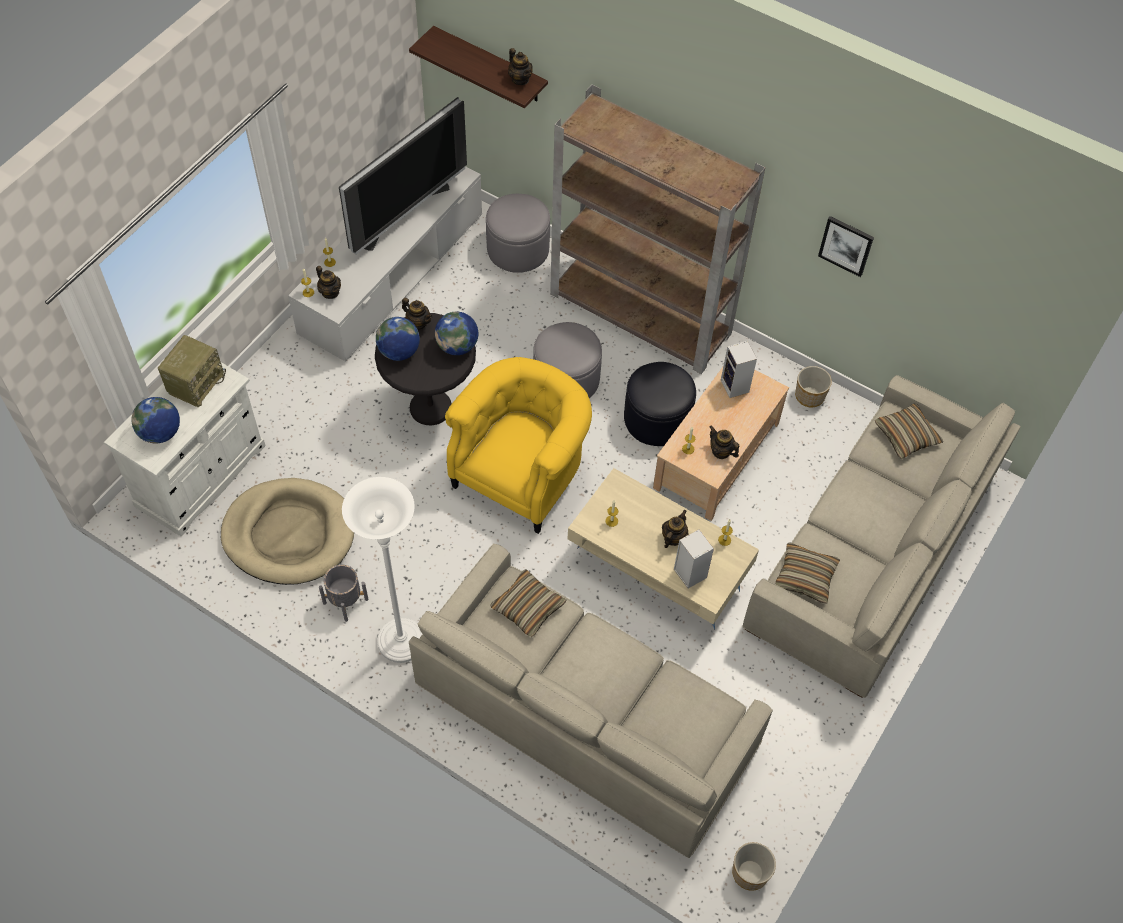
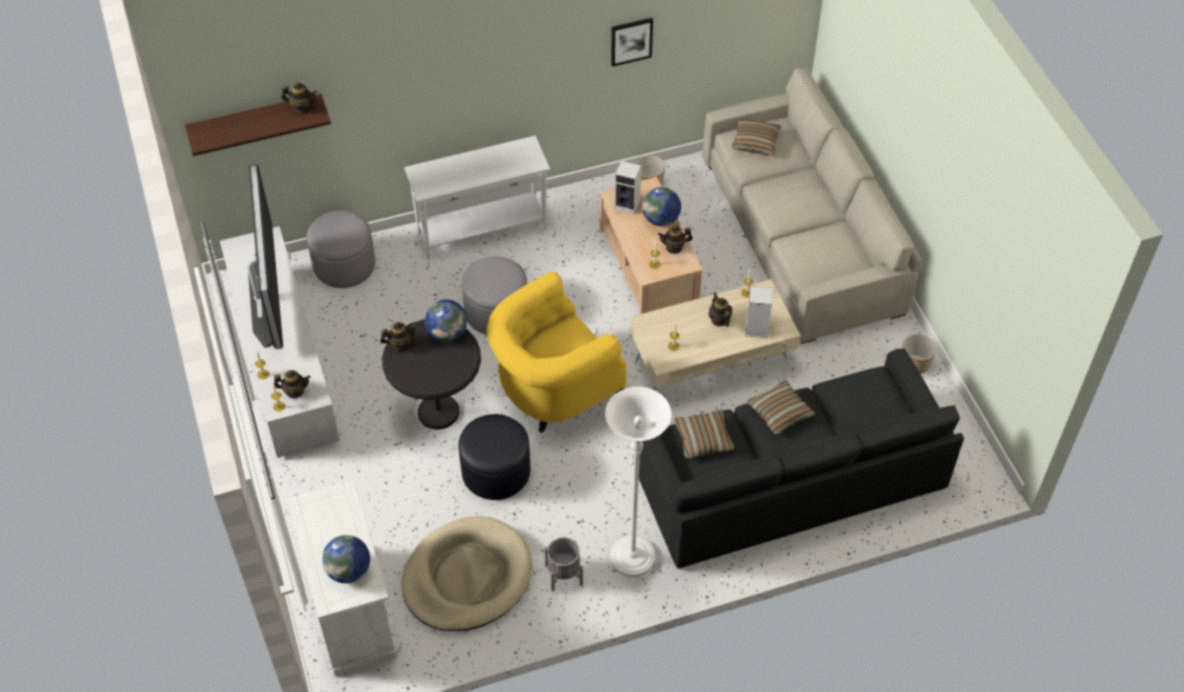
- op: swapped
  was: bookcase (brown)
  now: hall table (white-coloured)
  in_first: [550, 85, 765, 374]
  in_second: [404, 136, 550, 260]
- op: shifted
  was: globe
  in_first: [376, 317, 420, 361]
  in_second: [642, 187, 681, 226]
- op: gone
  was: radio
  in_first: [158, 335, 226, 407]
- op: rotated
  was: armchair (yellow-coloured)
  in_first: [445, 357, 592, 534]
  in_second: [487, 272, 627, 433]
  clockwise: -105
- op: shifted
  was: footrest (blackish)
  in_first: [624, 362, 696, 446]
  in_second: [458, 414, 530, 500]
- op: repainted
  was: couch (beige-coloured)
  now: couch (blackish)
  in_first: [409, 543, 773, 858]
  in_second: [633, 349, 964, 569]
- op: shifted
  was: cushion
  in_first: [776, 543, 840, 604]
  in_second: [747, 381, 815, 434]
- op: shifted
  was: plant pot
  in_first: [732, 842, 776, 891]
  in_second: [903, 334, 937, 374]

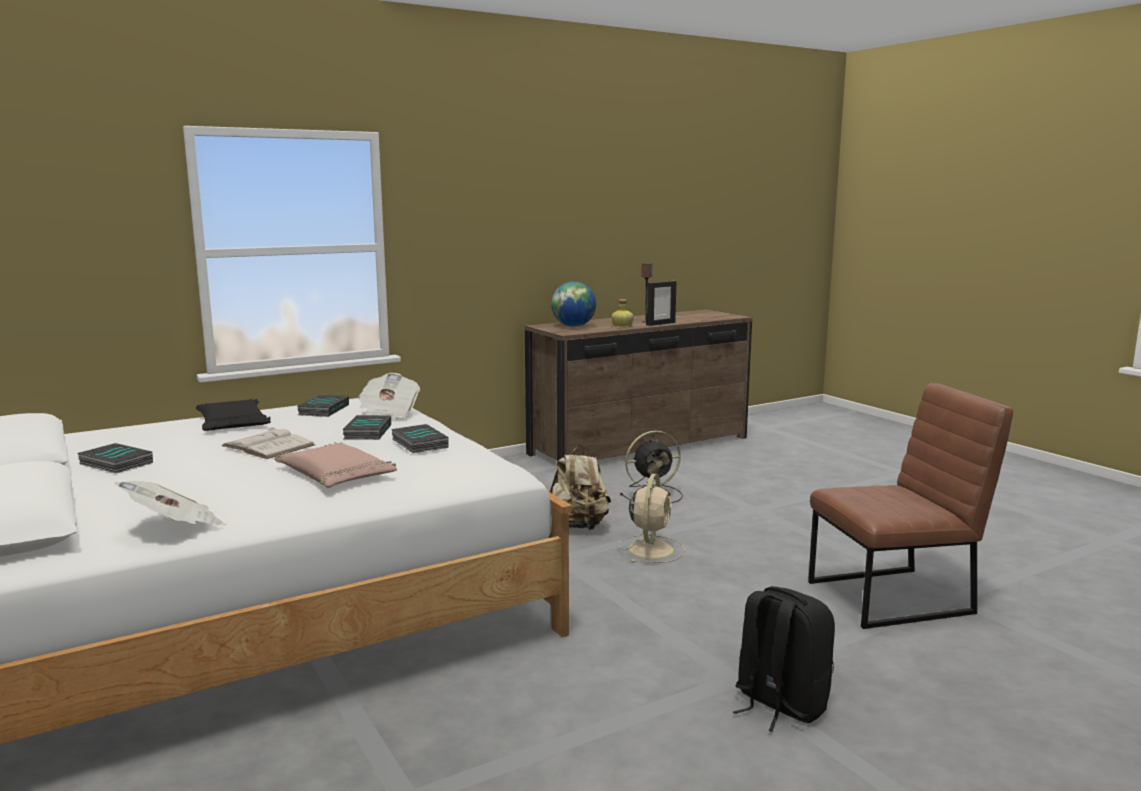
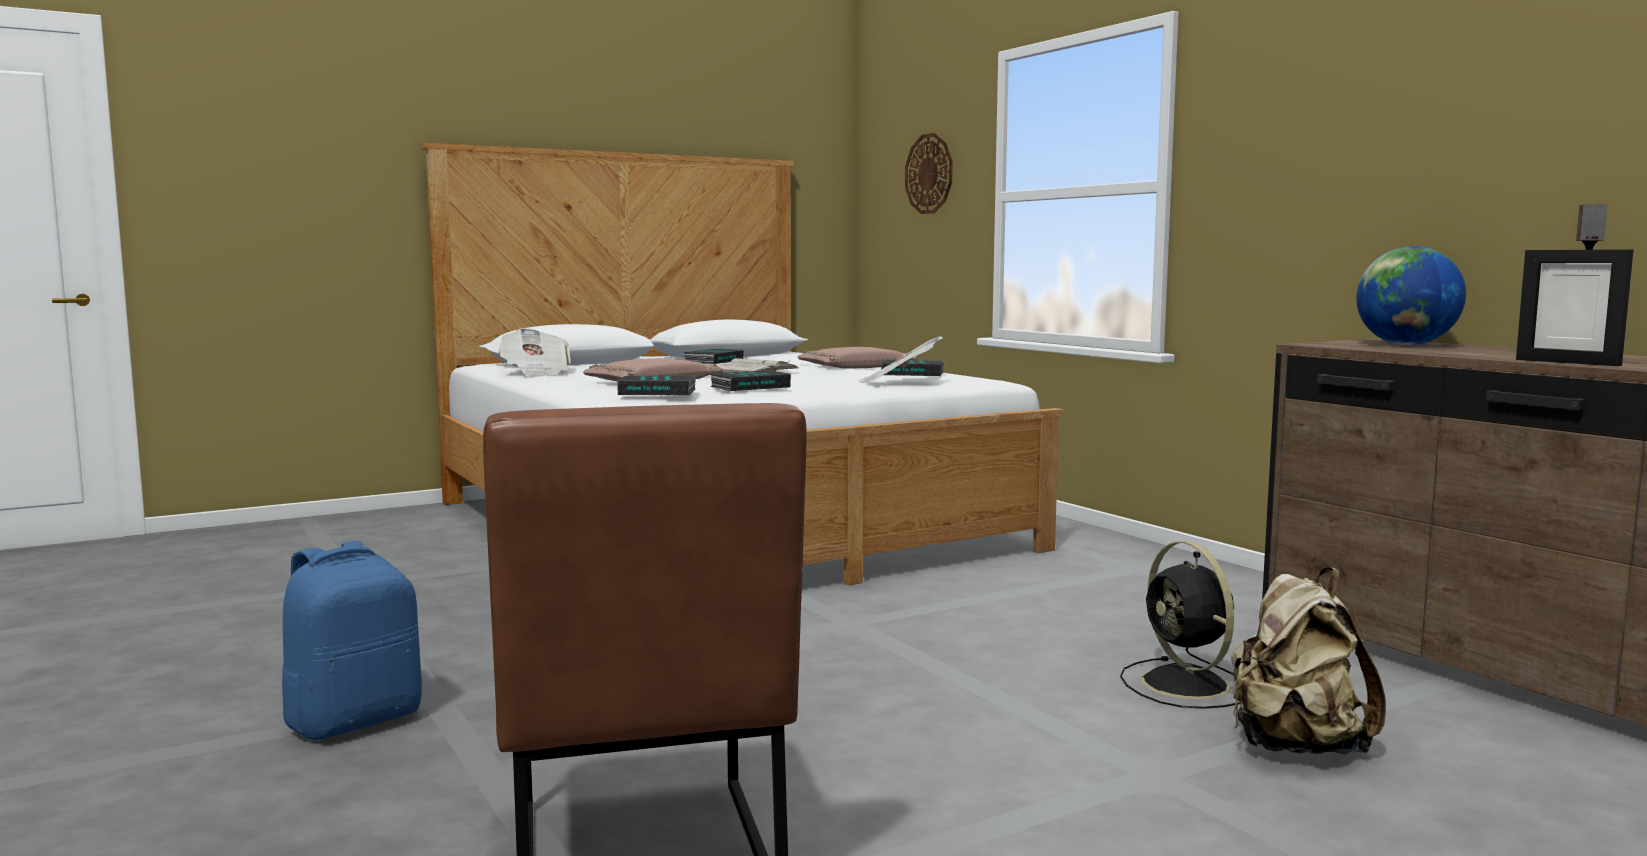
- op: gone
  was: drink bottle
  in_first: [611, 299, 634, 327]
- op: repainted
  was: cushion (blackish)
  now: cushion (beige-coloured)
  in_first: [196, 399, 271, 431]
  in_second: [797, 347, 917, 369]
- op: shifted
  was: bound book
  in_first: [342, 415, 391, 440]
  in_second: [617, 376, 697, 395]
- op: shifted
  was: rucksack (beige-coloured)
  in_first: [550, 445, 611, 530]
  in_second: [1231, 568, 1386, 754]
- op: gone
  was: cooling fan (beige-coloured)
  in_first: [618, 473, 685, 563]
- op: repainted
  was: rucksack (blackish)
  now: rucksack (blue)
  in_first: [733, 586, 835, 732]
  in_second: [282, 541, 422, 740]
- op: new
  now: clock on the wall
  in_second: [905, 133, 952, 214]

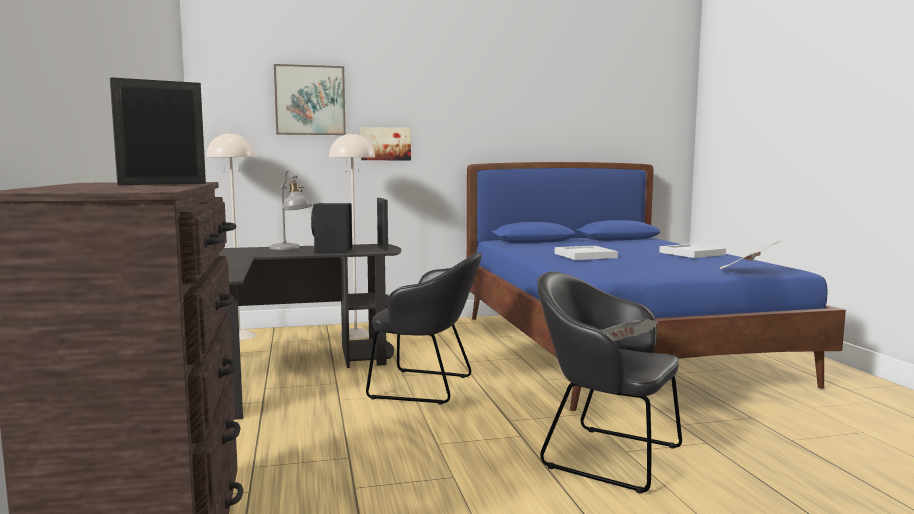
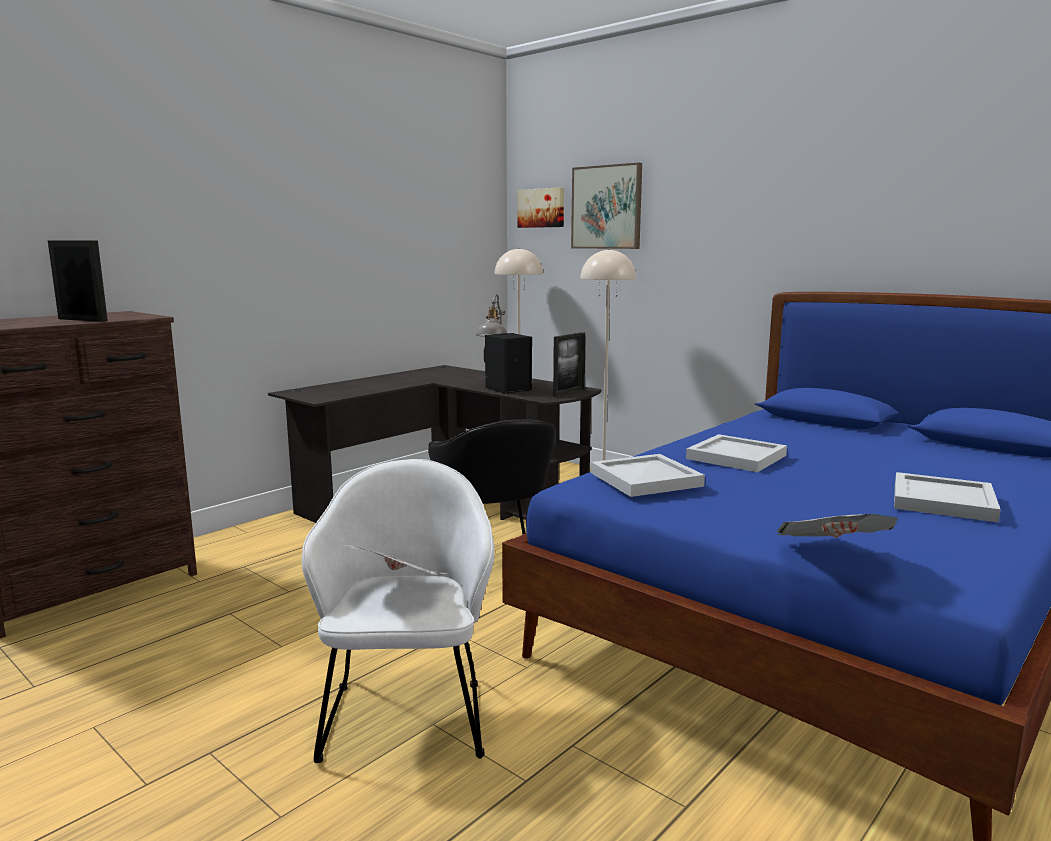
- op: shifted
  was: picture
  in_first: [361, 127, 411, 160]
  in_second: [518, 187, 564, 228]
- op: repainted
  was: armchair (blackish)
  now: armchair (white-coloured)
  in_first: [537, 271, 682, 494]
  in_second: [302, 459, 495, 763]
- op: new
  now: carrying tray (white-coloured)
  in_second: [591, 454, 705, 497]

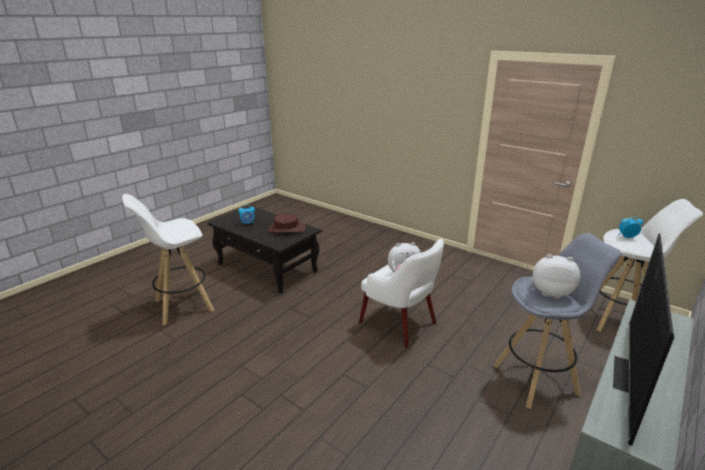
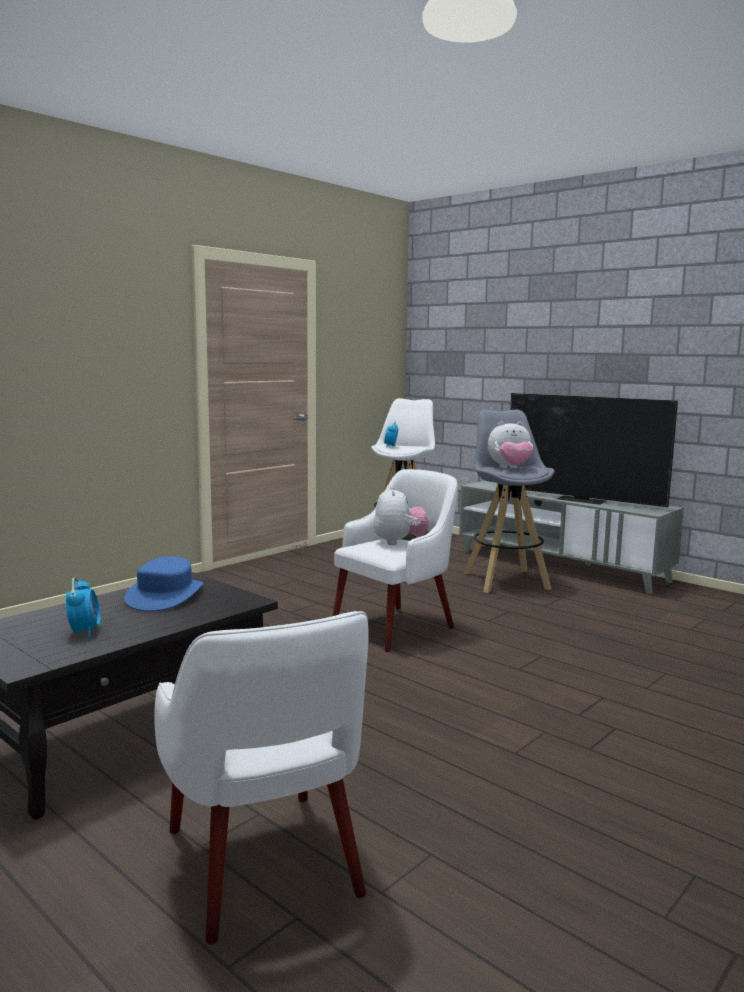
- op: swapped
  was: sitting stool (white-coloured)
  now: armchair (white-coloured)
  in_first: [122, 194, 214, 326]
  in_second: [154, 611, 369, 945]
- op: repainted
  was: hat (brown)
  now: hat (blue)
  in_first: [268, 214, 306, 233]
  in_second: [124, 556, 203, 611]
- op: rotated
  was: soft toy
  in_first: [533, 254, 580, 299]
  in_second: [488, 421, 533, 468]
  clockwise: -120

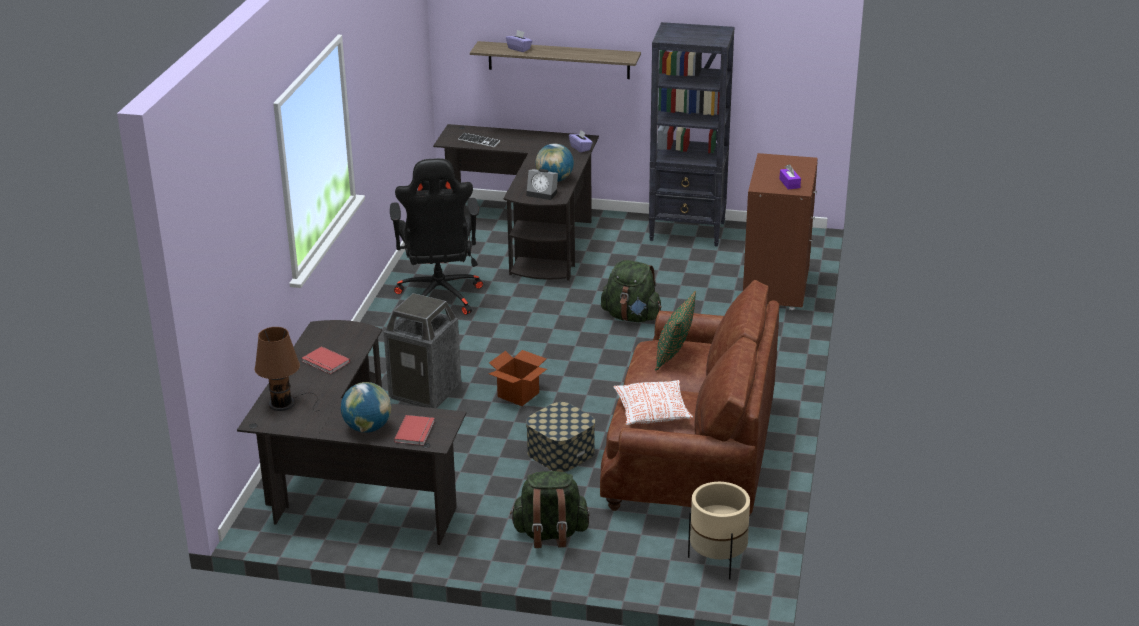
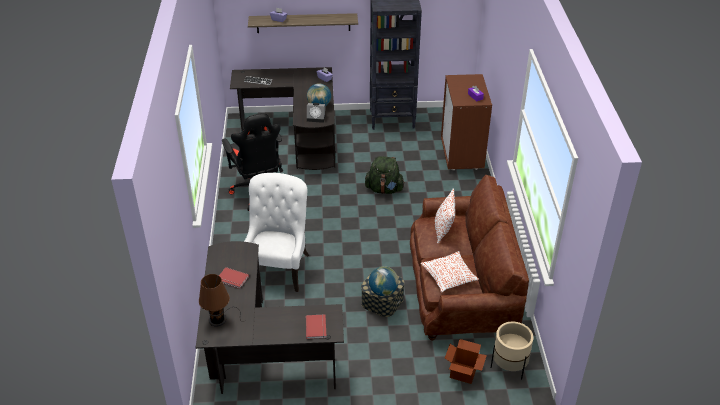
- op: repainted
  was: cushion (greenish)
  now: cushion (white-coloured)
  in_first: [655, 291, 696, 371]
  in_second: [435, 188, 455, 244]
- op: swapped
  was: waste bin
  now: plain chair (white-coloured)
  in_first: [384, 293, 461, 408]
  in_second: [244, 173, 309, 292]
- op: shifted
  was: cardboard box
  in_first: [489, 350, 547, 406]
  in_second: [445, 339, 487, 384]
- op: shifted
  was: globe
  in_first: [341, 382, 391, 433]
  in_second: [369, 266, 399, 296]
- op: gone
  was: rucksack (greenish)
  in_first: [510, 471, 589, 548]

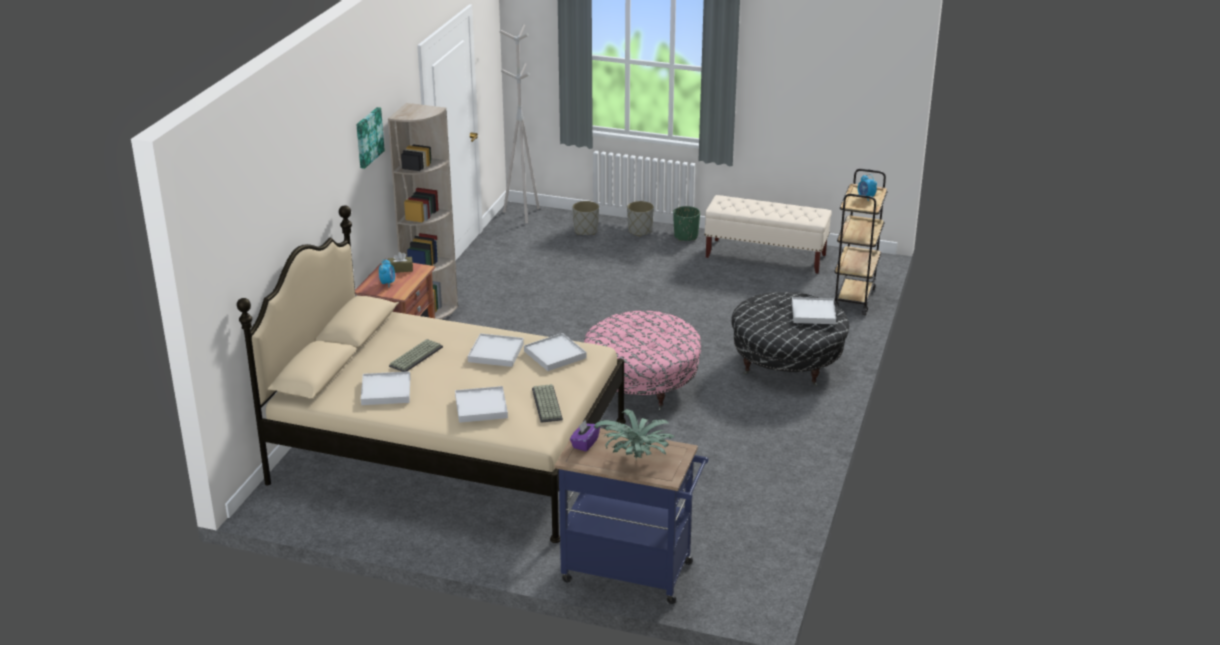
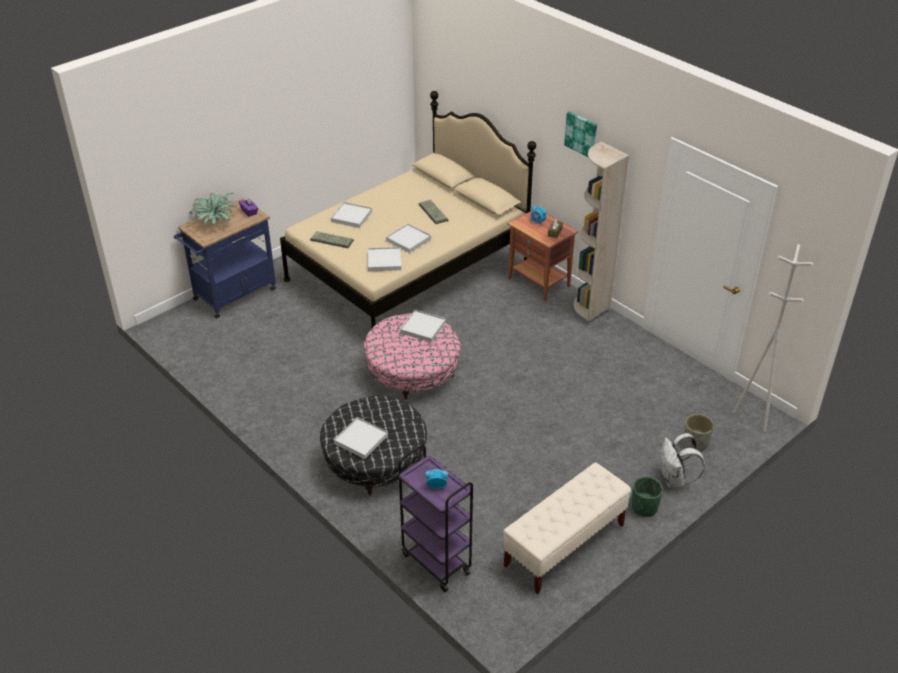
- op: repainted
  was: trolley (brown)
  now: trolley (purple)
  in_first: [834, 169, 888, 315]
  in_second: [398, 444, 473, 592]
- op: swapped
  was: plant pot (grey)
  now: rucksack (white-coloured)
  in_first: [627, 201, 654, 236]
  in_second: [660, 433, 705, 488]
- op: shifted
  was: carrying tray (white-coloured)
  in_first: [361, 371, 410, 405]
  in_second: [400, 310, 446, 342]

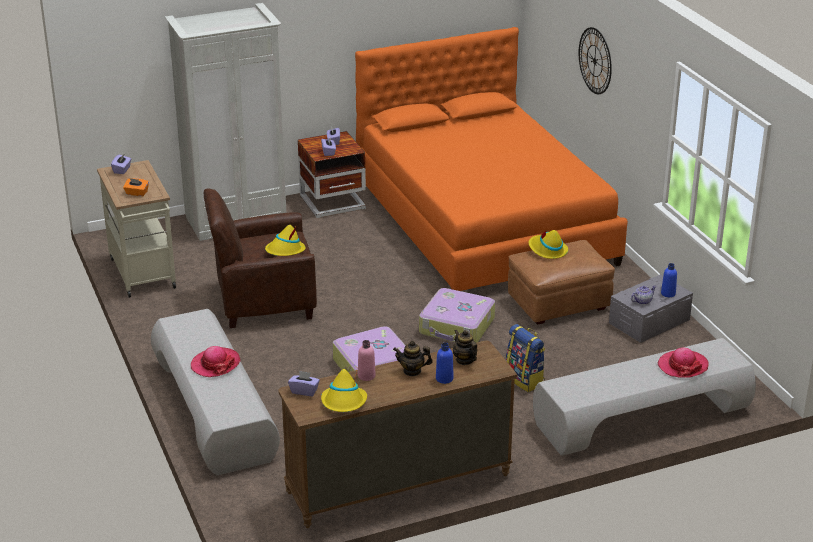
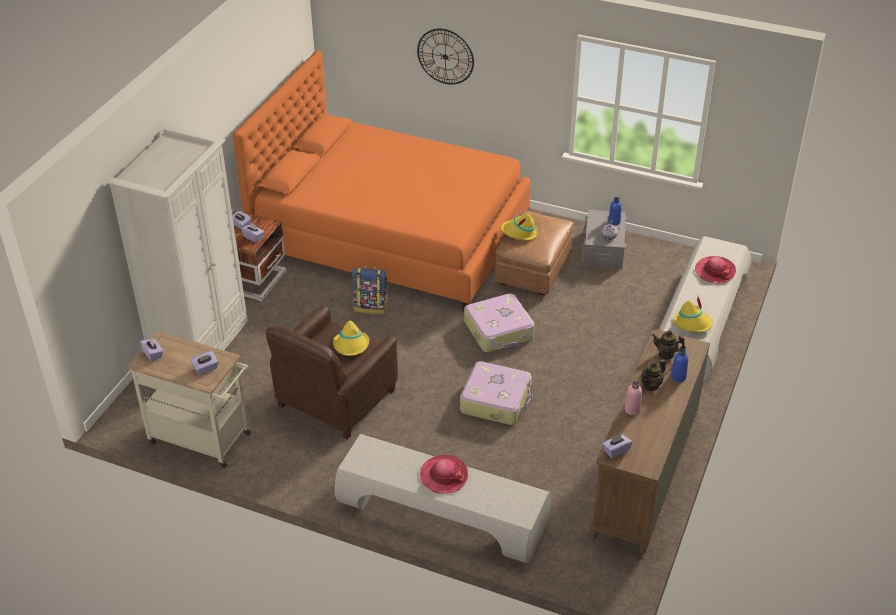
- op: repainted
  was: box of tissues (orange-coloured)
  now: box of tissues (purple)
  in_first: [123, 178, 149, 196]
  in_second: [190, 351, 218, 375]
- op: shifted
  was: rucksack
  in_first: [505, 324, 545, 392]
  in_second: [352, 266, 389, 314]
- op: shifted
  was: hat (yellow-coloured)
  in_first: [321, 369, 367, 412]
  in_second: [673, 294, 713, 332]

